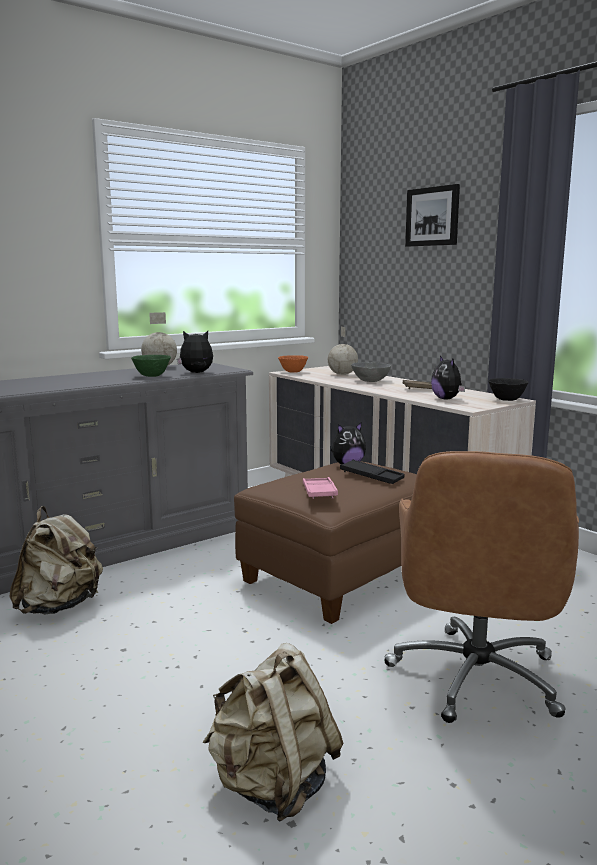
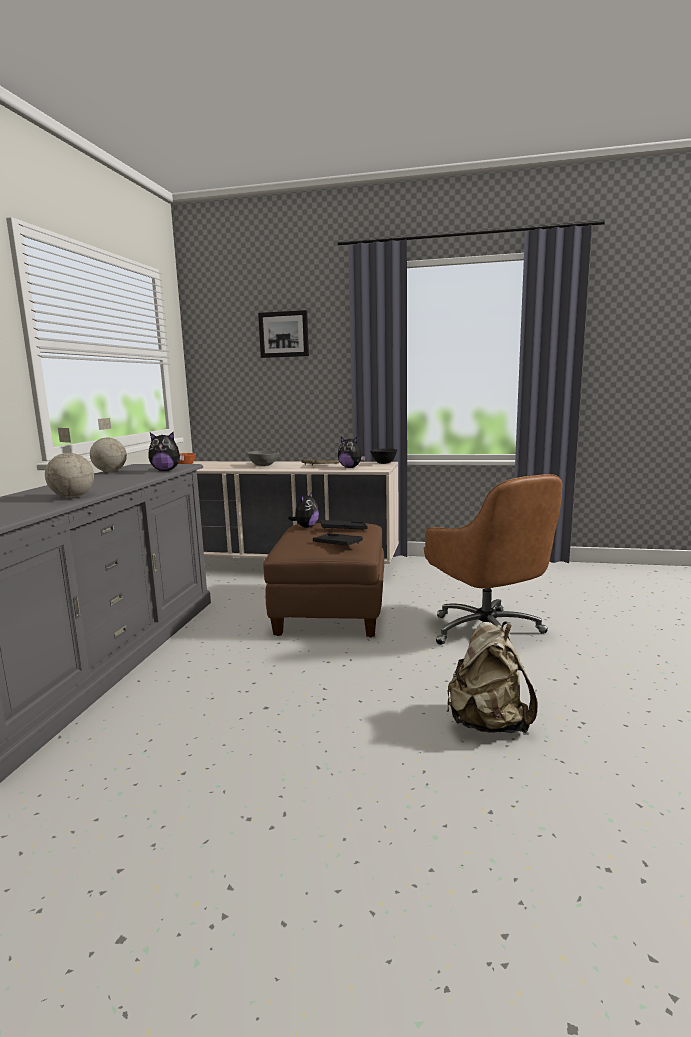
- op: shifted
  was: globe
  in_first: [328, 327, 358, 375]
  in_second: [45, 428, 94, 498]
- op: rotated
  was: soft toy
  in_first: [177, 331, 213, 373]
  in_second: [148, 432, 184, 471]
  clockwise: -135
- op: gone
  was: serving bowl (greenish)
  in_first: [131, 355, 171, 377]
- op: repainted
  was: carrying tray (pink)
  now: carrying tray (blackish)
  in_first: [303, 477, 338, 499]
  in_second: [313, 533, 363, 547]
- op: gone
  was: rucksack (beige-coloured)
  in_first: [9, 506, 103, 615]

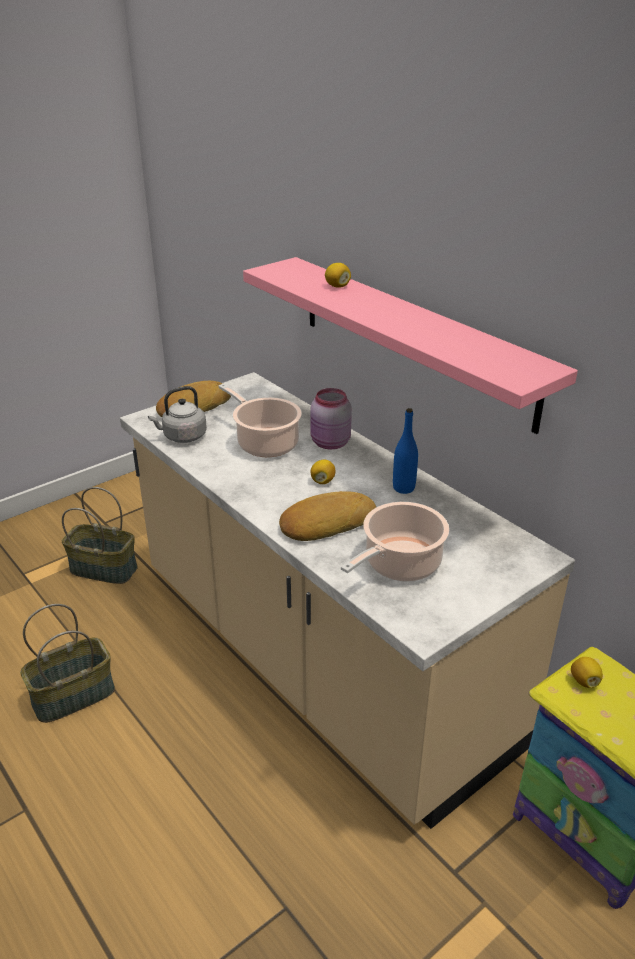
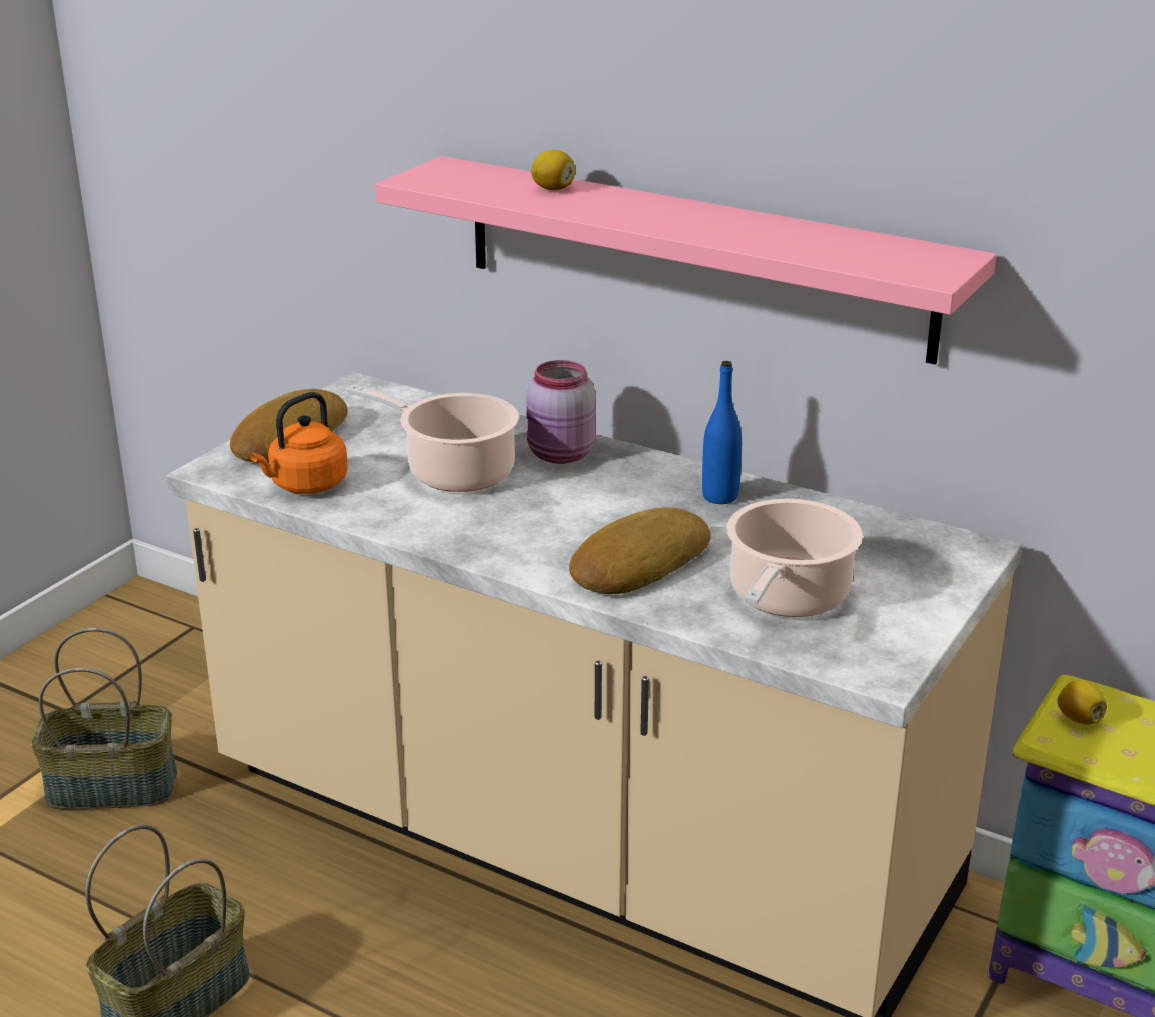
- op: repainted
  was: kettle (grey)
  now: kettle (orange-coloured)
  in_first: [148, 386, 207, 443]
  in_second: [250, 392, 348, 494]
- op: gone
  was: whole lemon
  in_first: [311, 460, 335, 484]

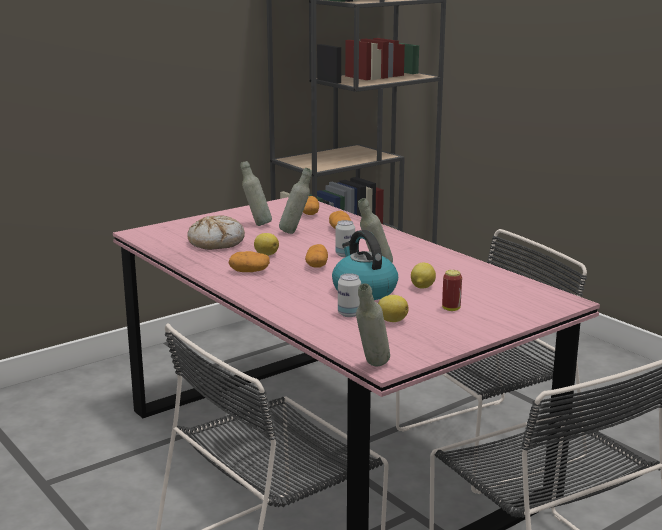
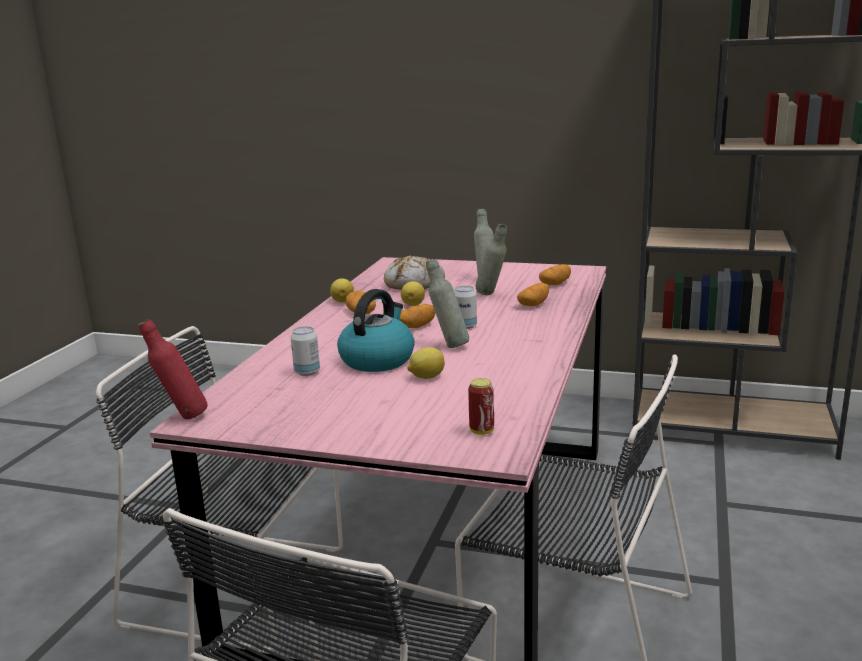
- op: shifted
  was: can
  in_first: [442, 270, 462, 311]
  in_second: [468, 378, 494, 435]
- op: repainted
  was: drink bottle (grey)
  now: drink bottle (red-coloured)
  in_first: [356, 283, 390, 366]
  in_second: [139, 319, 207, 419]
- op: shifted
  was: whole lemon
  in_first: [378, 295, 409, 322]
  in_second: [330, 278, 354, 303]

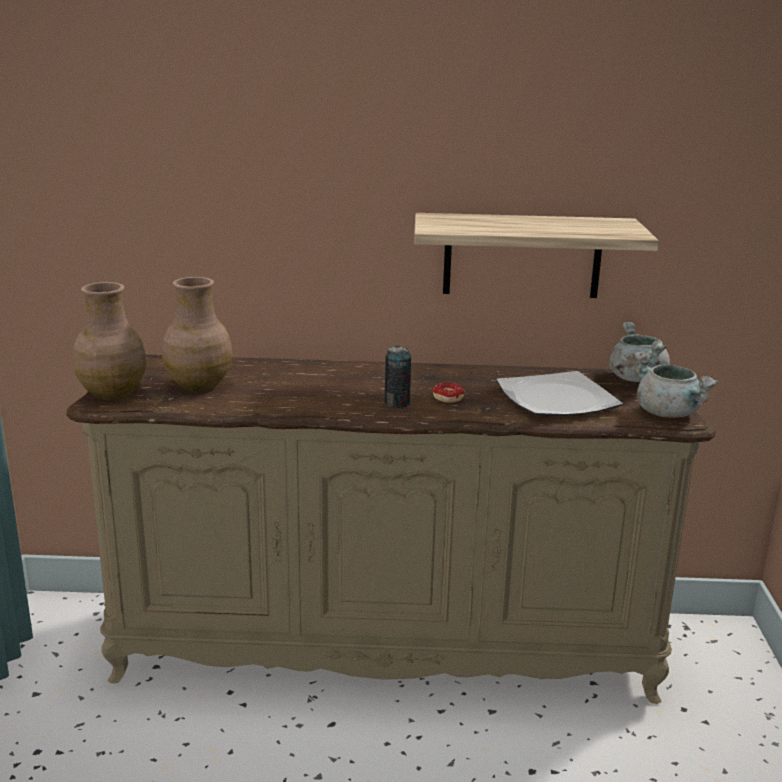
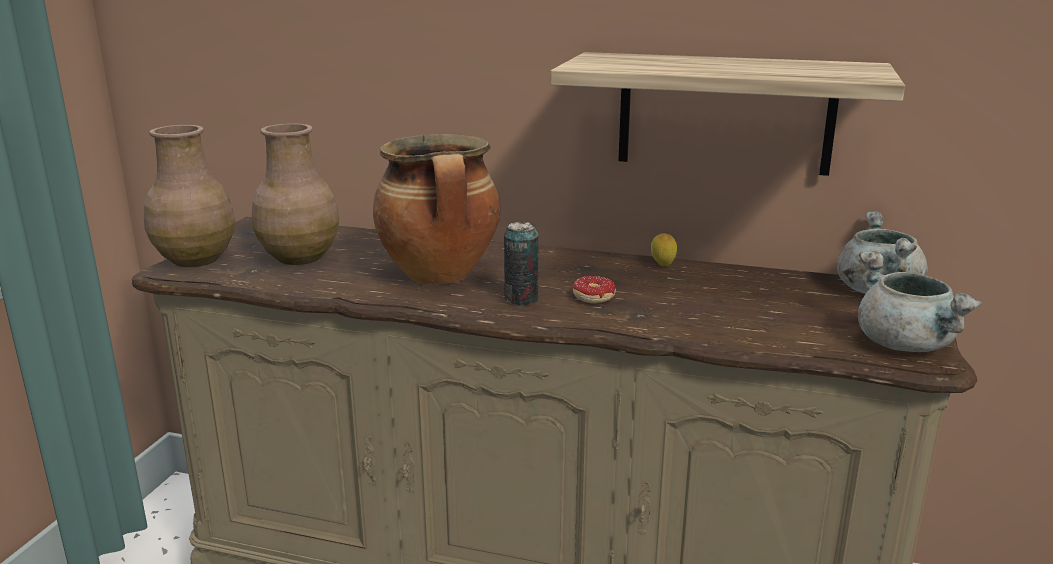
- op: gone
  was: flat dish
  in_first: [497, 371, 623, 416]
- op: new
  now: saucepot
  in_second: [373, 134, 501, 284]
- op: new
  now: whole lemon
  in_second: [651, 233, 677, 266]

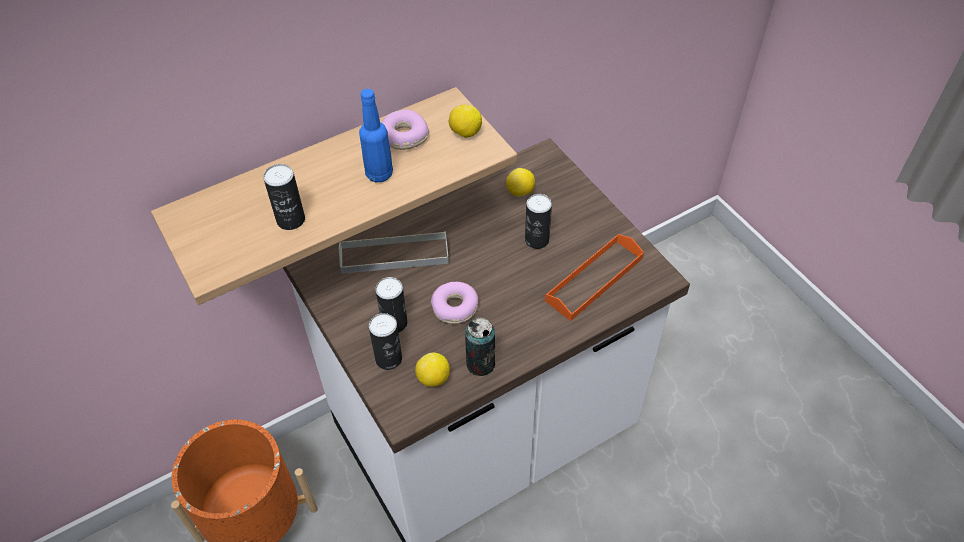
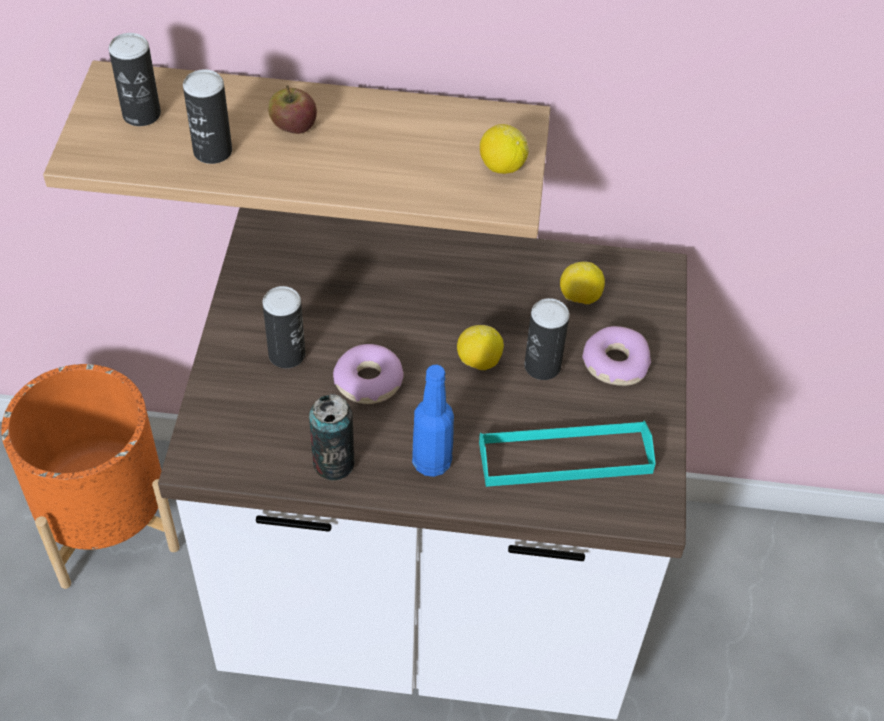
- op: shifted
  was: drink bottle (blue)
  in_first: [359, 89, 393, 182]
  in_second: [412, 365, 454, 477]
- op: shifted
  was: ring doughnut
  in_first: [382, 109, 429, 150]
  in_second: [582, 326, 651, 386]
- op: gone
  was: carrying tray (grey)
  in_first: [339, 231, 449, 274]
- op: repainted
  was: carrying tray (orange-coloured)
  now: carrying tray (blue-green)
  in_first: [545, 234, 644, 321]
  in_second: [479, 421, 656, 487]
- op: shifted
  was: can
  in_first: [369, 313, 402, 370]
  in_second: [109, 33, 161, 126]
- op: shifted
  was: whole lemon
  in_first: [415, 352, 450, 387]
  in_second: [457, 325, 504, 370]
- op: new
  now: apple fruit
  in_second: [268, 85, 317, 134]

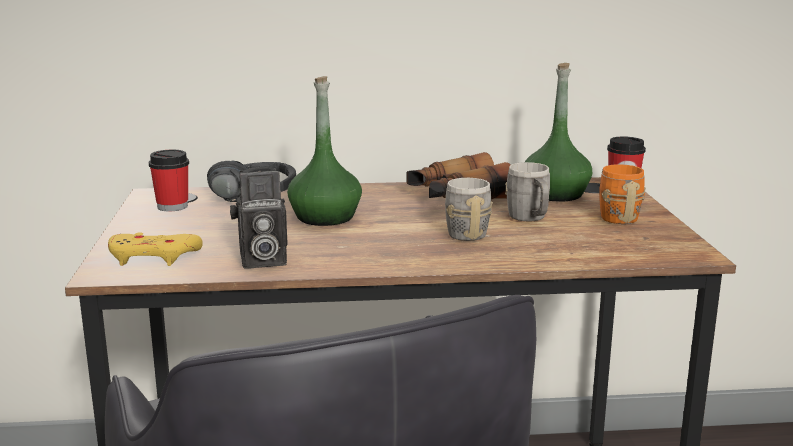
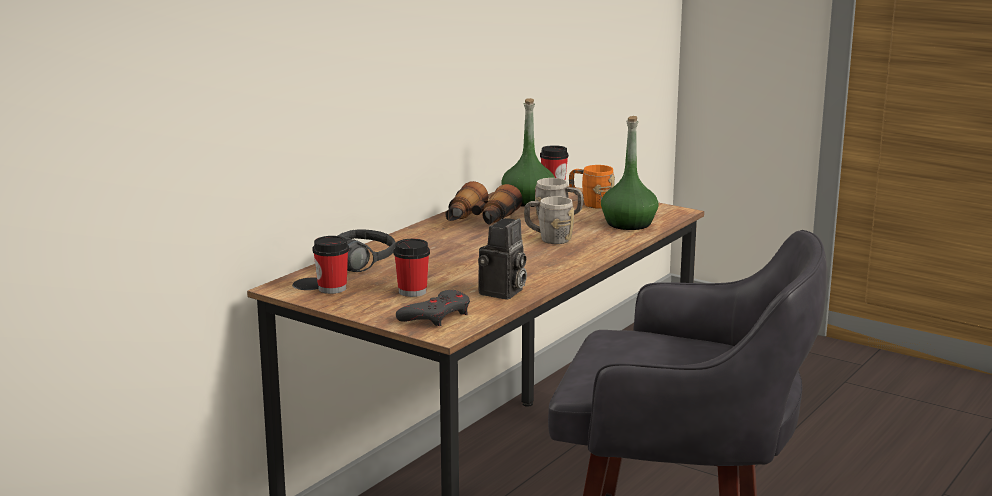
- op: shifted
  was: drink bottle (greenish)
  in_first: [287, 76, 362, 226]
  in_second: [601, 116, 659, 230]
- op: repainted
  was: joypad (yellow-coloured)
  now: joypad (grey)
  in_first: [108, 232, 203, 266]
  in_second: [396, 290, 470, 326]
- op: new
  now: cup
  in_second: [393, 239, 430, 297]

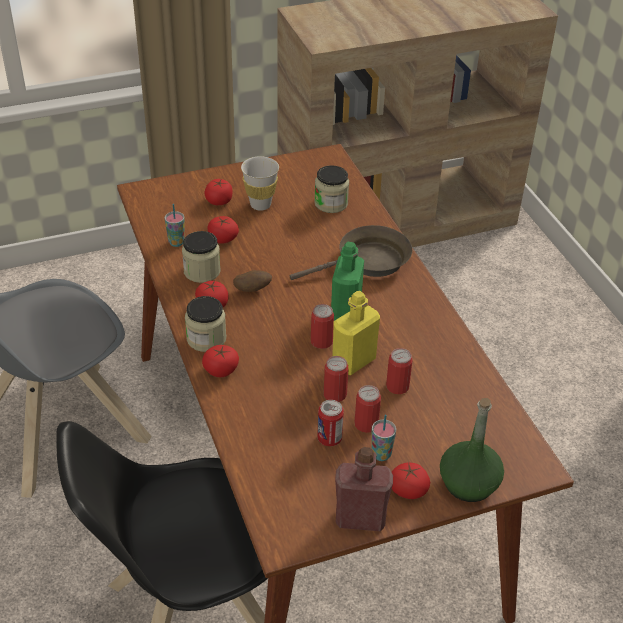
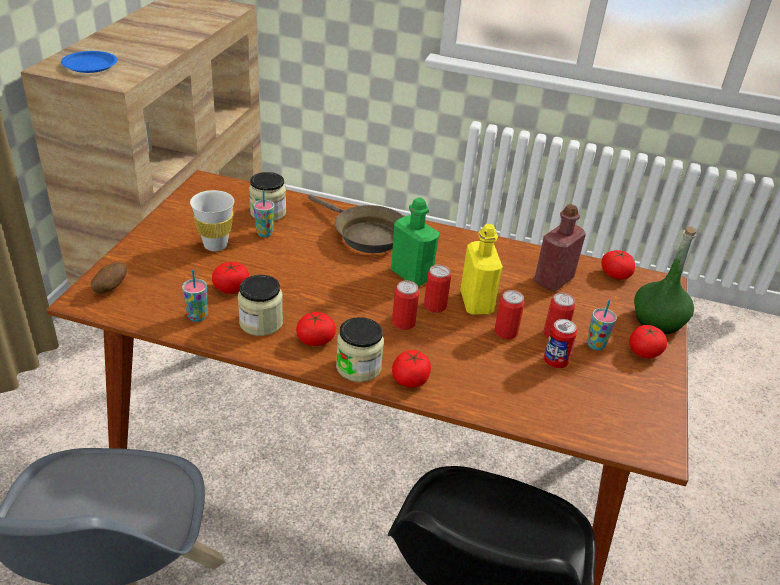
- op: shifted
  was: fresh tomato
  in_first: [204, 179, 232, 205]
  in_second: [601, 250, 635, 280]
- op: rotated
  was: pan (brown)
  in_first: [290, 225, 412, 280]
  in_second: [308, 194, 404, 253]
  clockwise: 120
- op: shifted
  was: whole potato
  in_first: [233, 270, 272, 292]
  in_second: [90, 262, 127, 293]
- op: shifted
  was: can
  in_first: [386, 348, 413, 394]
  in_second: [392, 281, 419, 330]
- op: shifted
  was: drink bottle (red-coloured)
  in_first: [335, 447, 393, 531]
  in_second: [534, 204, 586, 292]
- op: new
  now: flat dish (blue)
  in_second: [61, 51, 118, 73]
- op: new
  now: cup
  in_second: [253, 190, 274, 237]

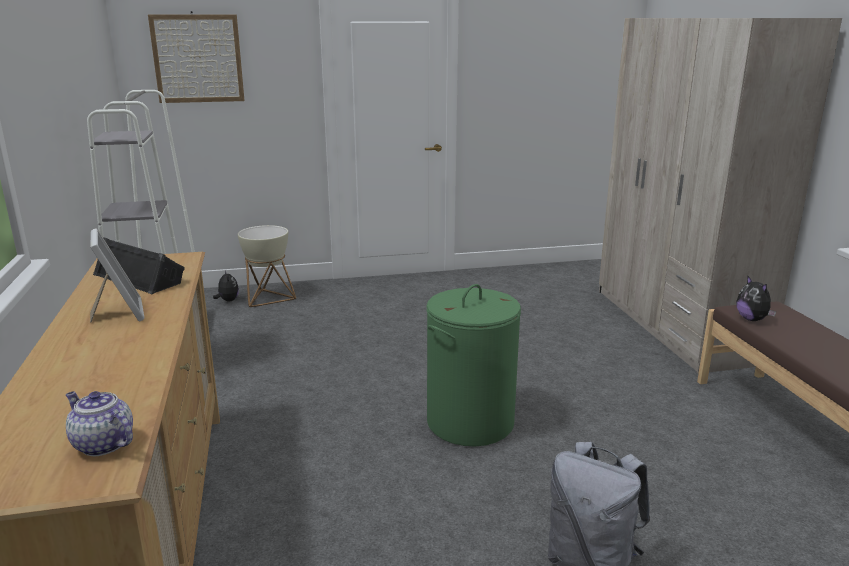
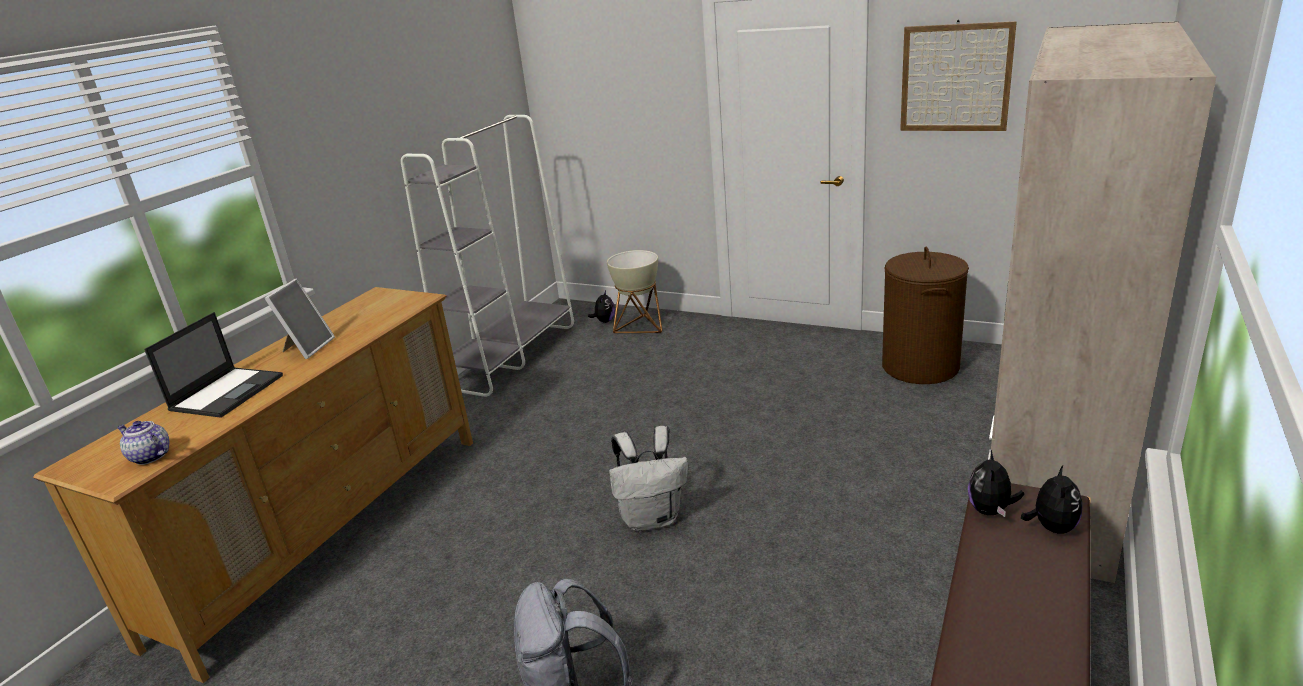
- op: shifted
  was: picture
  in_first: [148, 11, 245, 103]
  in_second: [900, 20, 1017, 131]
- op: gone
  was: speaker (blackish)
  in_first: [93, 237, 185, 294]
- op: swapped
  was: laundry basket (greenish)
  now: rucksack (white-coloured)
  in_first: [426, 284, 521, 446]
  in_second: [609, 426, 688, 531]
- op: rotated
  was: tea pot
  in_first: [66, 391, 133, 456]
  in_second: [117, 421, 169, 465]
  clockwise: -45
- op: new
  now: laundry basket (brown)
  in_second: [882, 247, 969, 384]
- op: new
  now: notebook computer
  in_second: [144, 312, 283, 418]
- op: new
  now: soft toy
  in_second: [1021, 465, 1082, 534]

